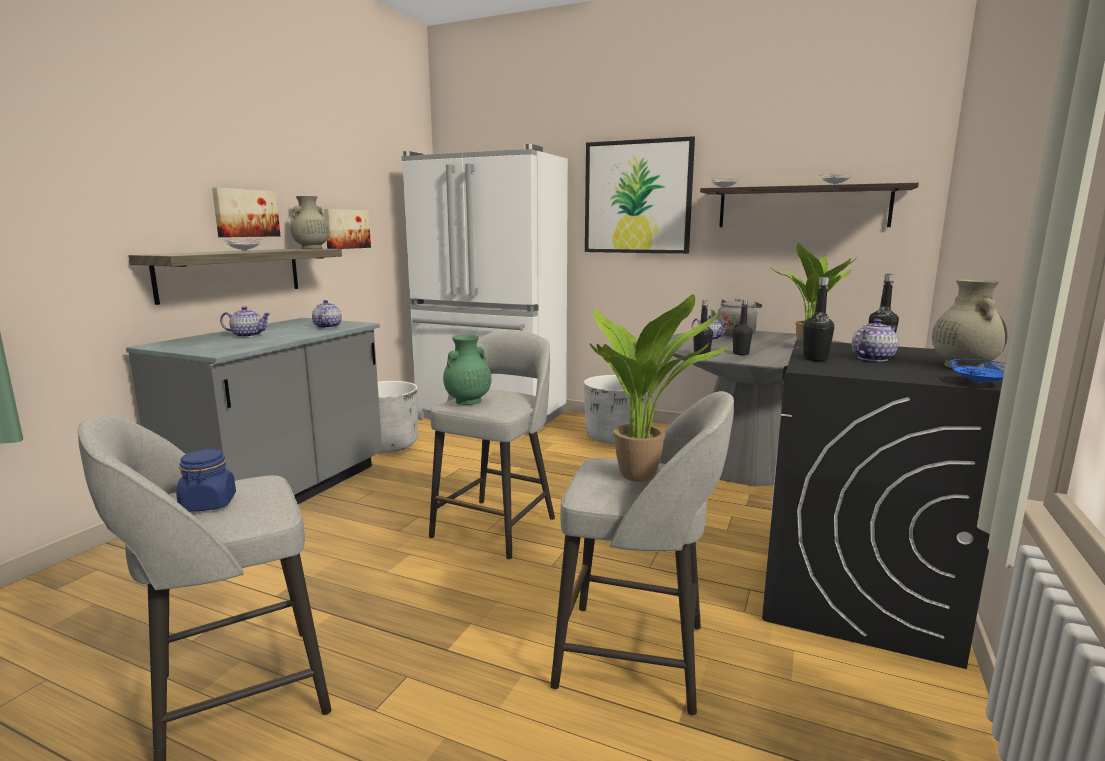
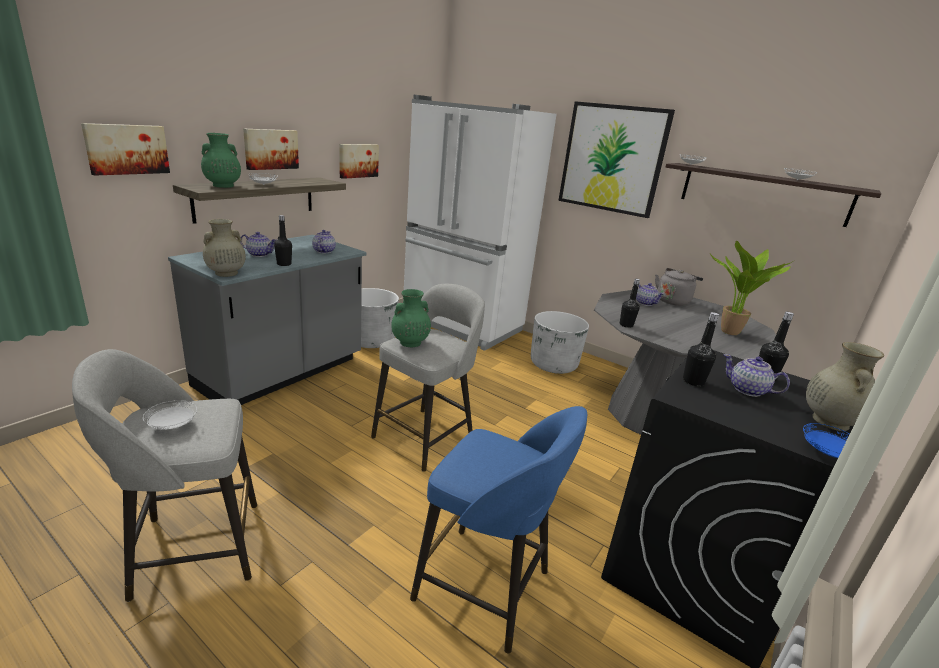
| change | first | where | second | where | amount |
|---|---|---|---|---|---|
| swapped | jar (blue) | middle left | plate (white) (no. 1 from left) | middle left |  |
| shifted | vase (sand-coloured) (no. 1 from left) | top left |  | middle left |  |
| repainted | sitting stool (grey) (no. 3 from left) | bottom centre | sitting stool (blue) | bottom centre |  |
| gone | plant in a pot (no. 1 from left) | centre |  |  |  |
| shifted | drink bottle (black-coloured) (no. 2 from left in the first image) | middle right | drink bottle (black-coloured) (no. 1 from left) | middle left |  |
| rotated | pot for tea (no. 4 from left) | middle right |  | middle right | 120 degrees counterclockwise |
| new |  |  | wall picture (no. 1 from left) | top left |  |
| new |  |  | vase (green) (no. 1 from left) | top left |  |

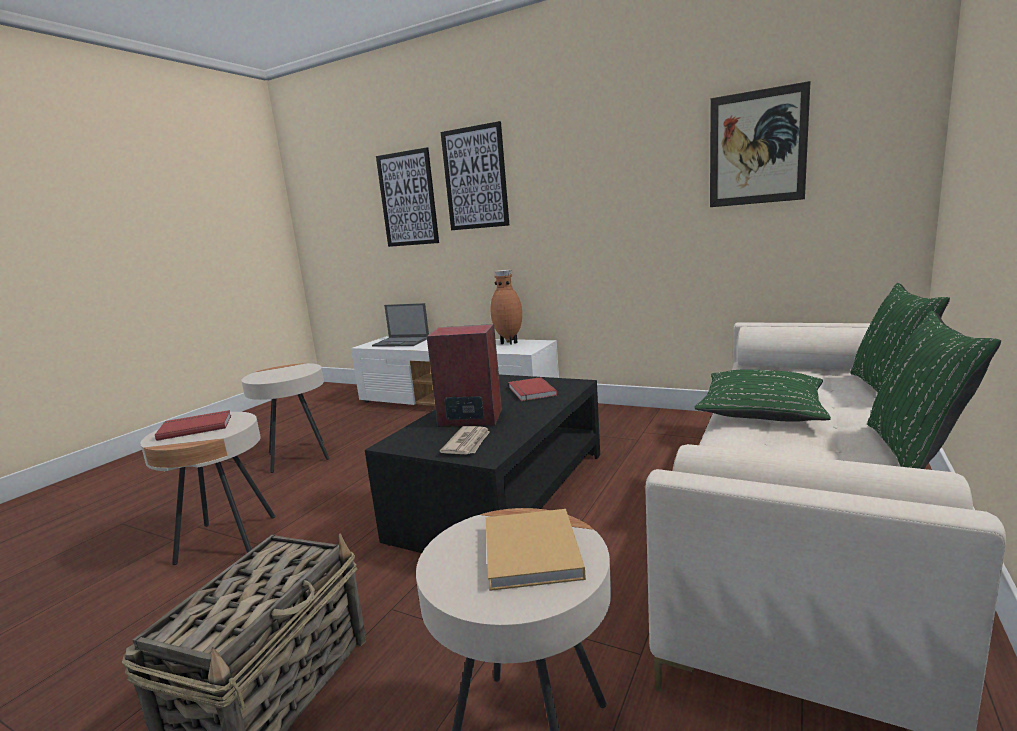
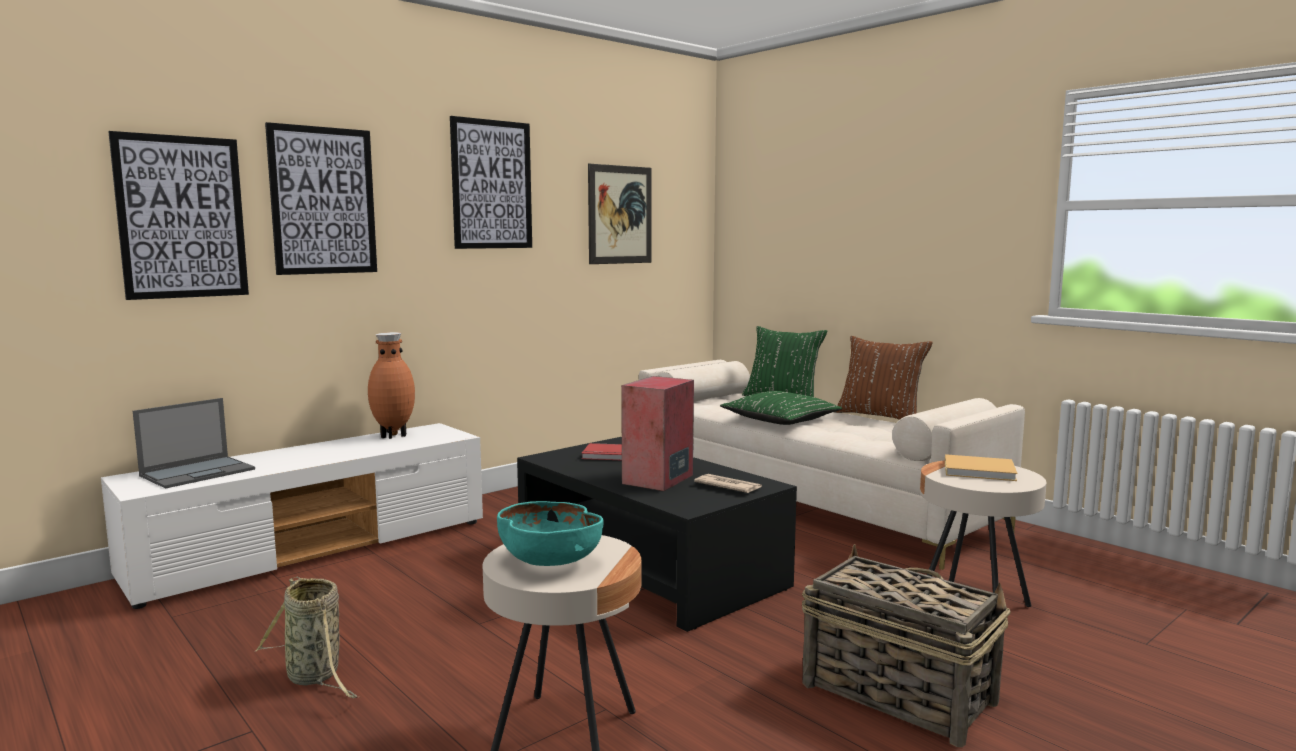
| change | first | where | second | where | amount |
|---|---|---|---|---|---|
| swapped | bound book (reddish) (no. 1 from left) | middle left | serving bowl (turquoise-coloured) | bottom centre |  |
| swapped | accent table (sand-coloured) (no. 2 from left) | middle left | household basket (no. 1 from left) | bottom left |  |
| repainted | pillow (green) (no. 3 from left) | middle right | pillow (brown-coloured) | middle right |  |
| new |  |  | wall picture (no. 3 from left) | top centre |  |

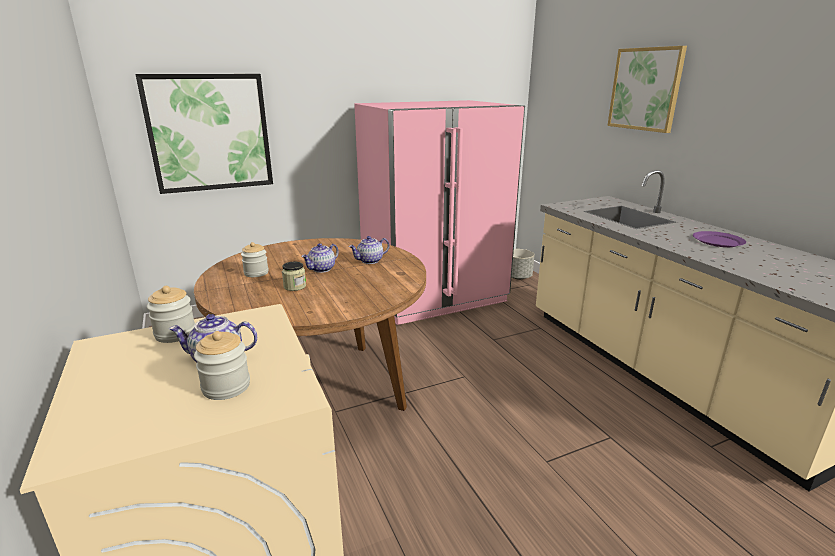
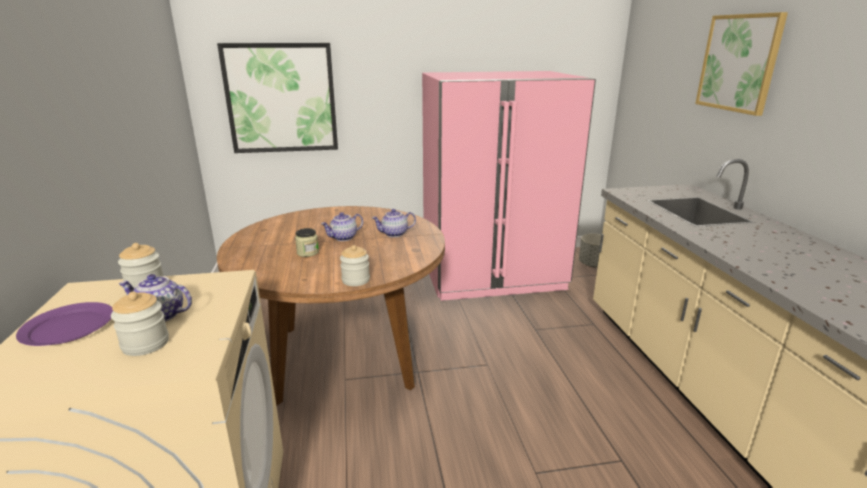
| change | first | where | second | where | amount |
|---|---|---|---|---|---|
| shifted | jar (no. 3 from left in the first image) | middle left | jar (no. 4 from left) | centre |  |
| shifted | plate (purplish) | middle right |  | middle left |  |

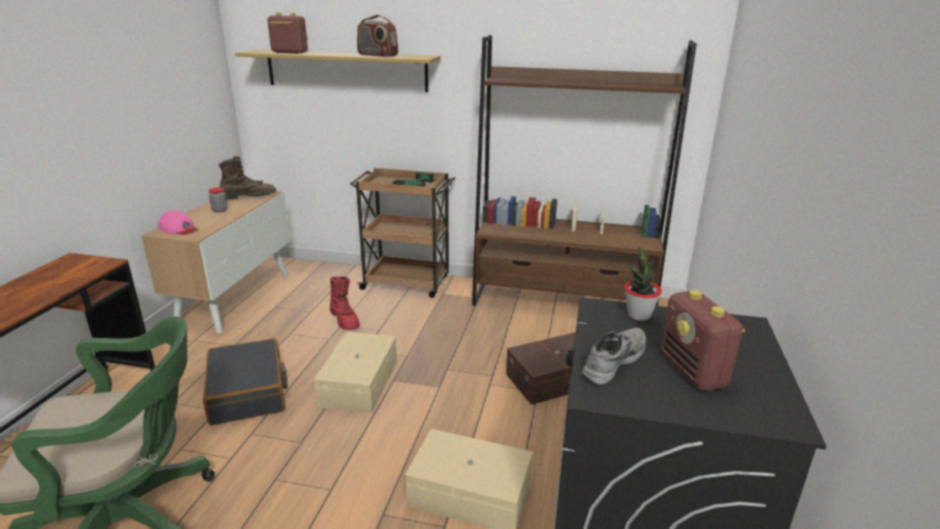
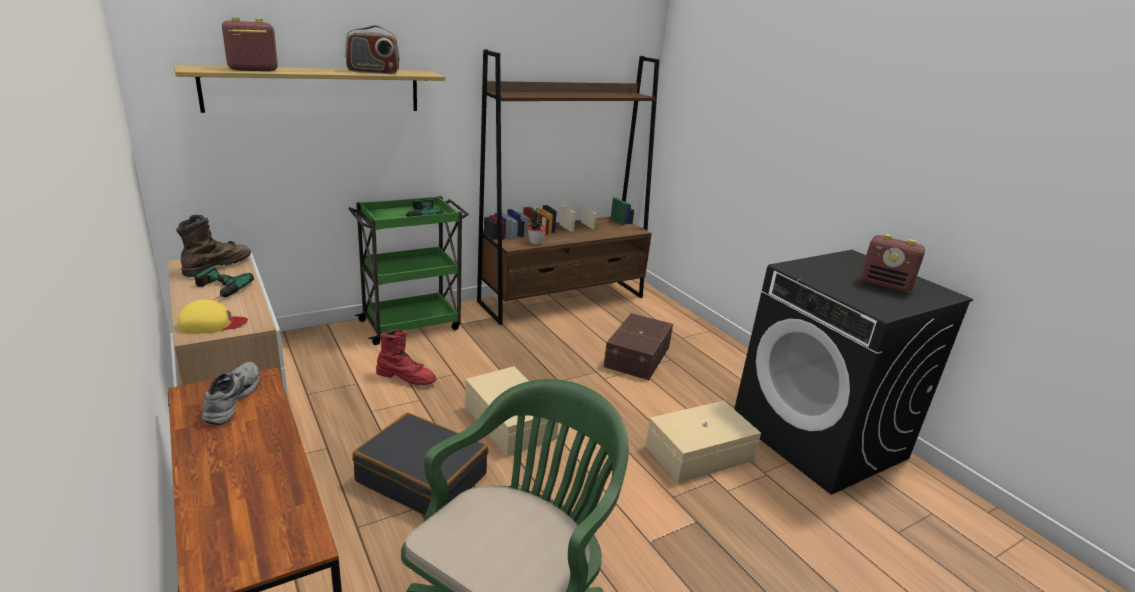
| change | first | where | second | where | amount |
|---|---|---|---|---|---|
| repainted | peaked cap (pink-coloured) | middle left | peaked cap (yellowish) | middle left |  |
| swapped | jar | middle left | drill (no. 1 from left) | middle left |  |
| repainted | cart (brown-coloured) | centre | cart (green) | centre |  |
| shifted | low shoe (grey) | bottom centre |  | middle left |  |
| shifted | plant in a pot | middle right |  | centre |  |

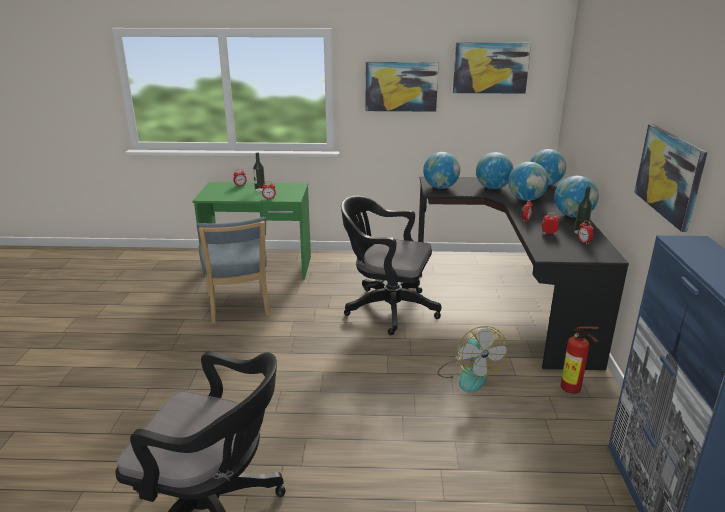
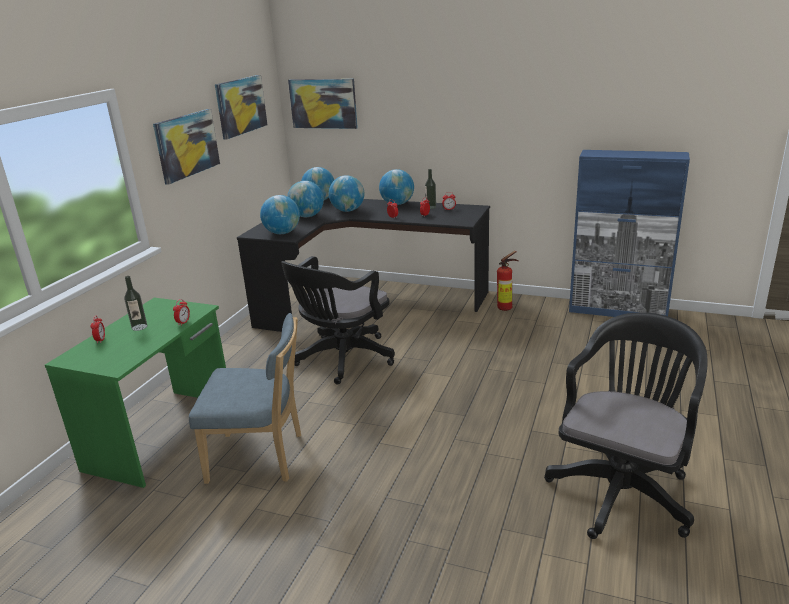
| change | first | where | second | where | amount |
|---|---|---|---|---|---|
| gone | fan | bottom centre |  |  |  |
| shifted | wall picture (no. 3 from left) | middle right |  | top centre |  |

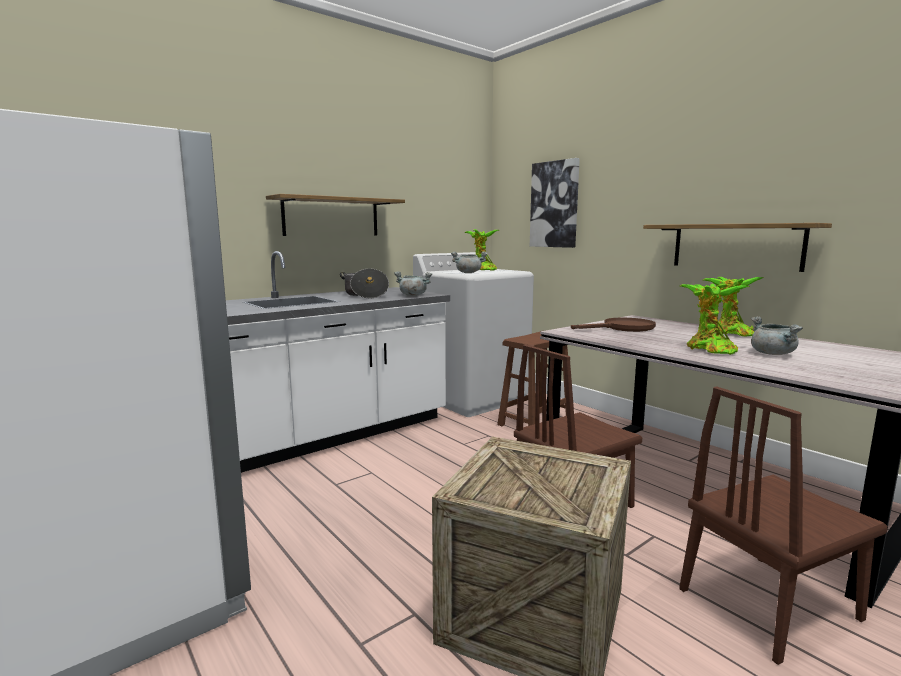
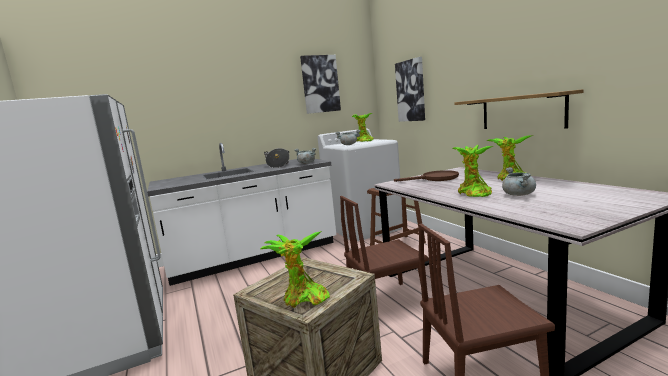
| change | first | where | second | where | amount |
|---|---|---|---|---|---|
| gone | shelf (no. 1 from left) | top centre |  |  |  |
| new |  |  | plant in a pot (no. 1 from left) | bottom centre |  |
| new |  |  | wall picture (no. 1 from left) | top centre |  |

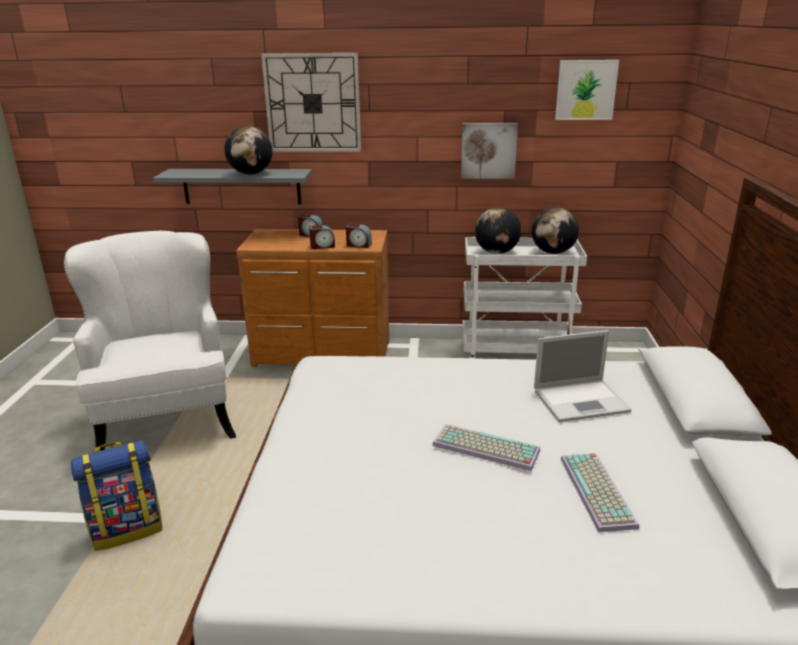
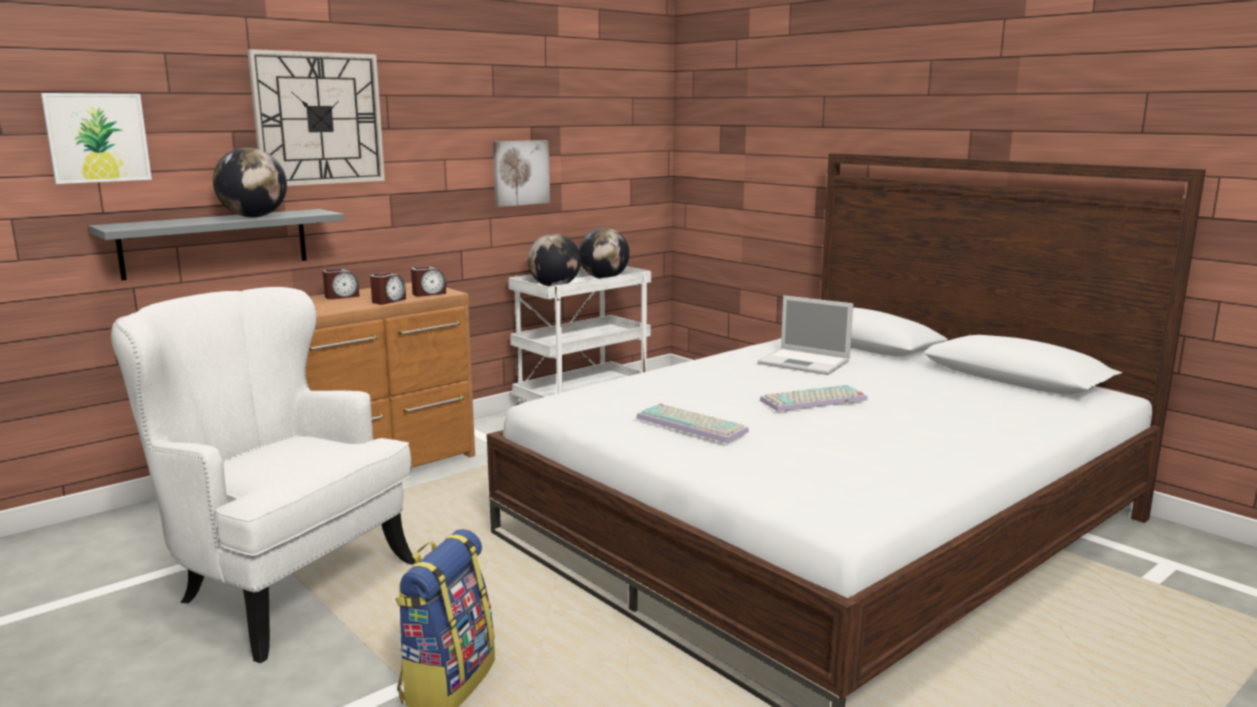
| change | first | where | second | where | amount |
|---|---|---|---|---|---|
| rotated | notebook computer | middle right |  | centre | 90 degrees clockwise |
| shifted | wall picture (no. 2 from left in the first image) | top right | wall picture (no. 1 from left) | top left |  |
| shifted | PC keyboard (no. 2 from left in the first image) | bottom right | PC keyboard (no. 1 from left) | centre |  |

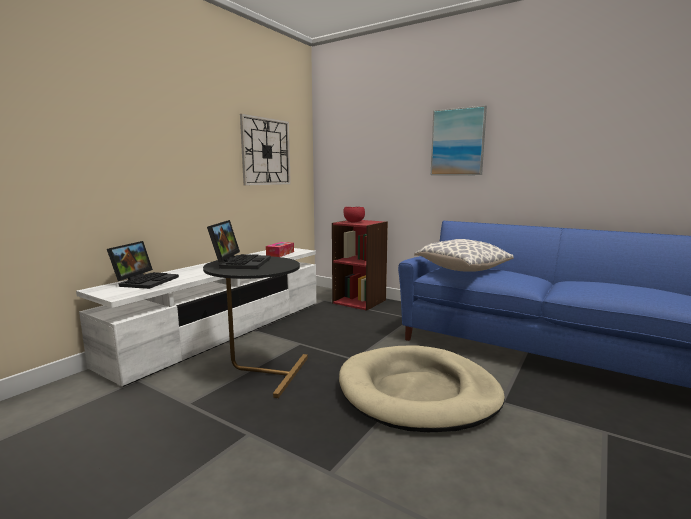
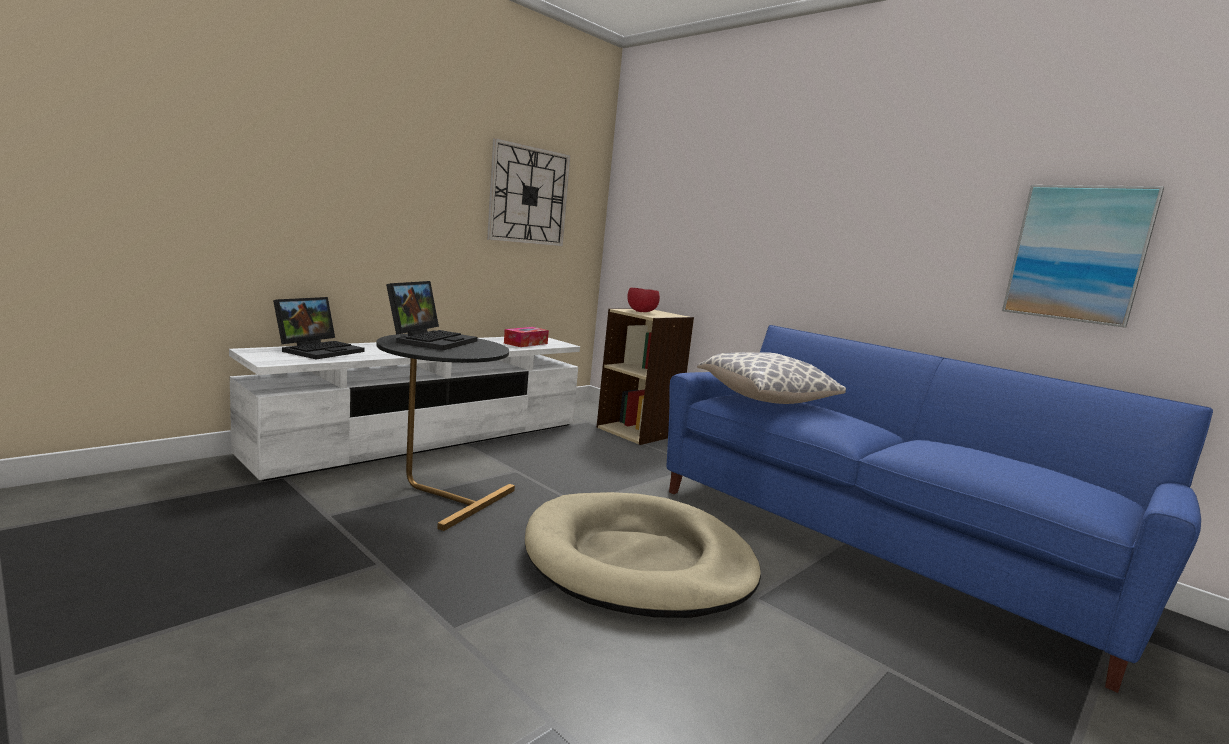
| change | first | where | second | where | amount |
|---|---|---|---|---|---|
| repainted | shelving unit (reddish) | centre | shelving unit (sand-coloured) | centre |  |
| shifted | wall picture | top centre |  | middle right |  |

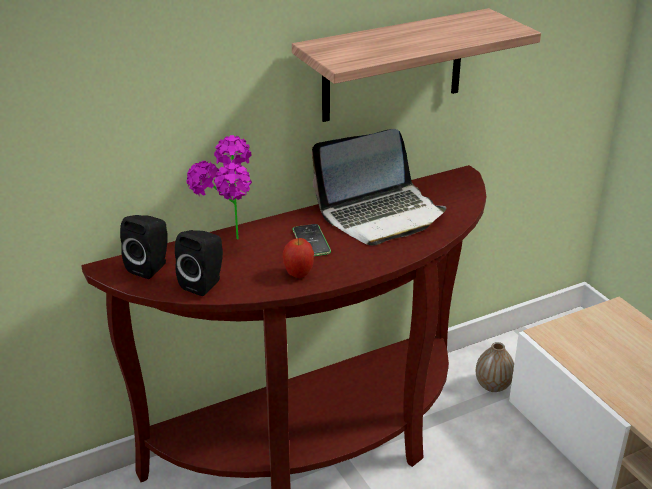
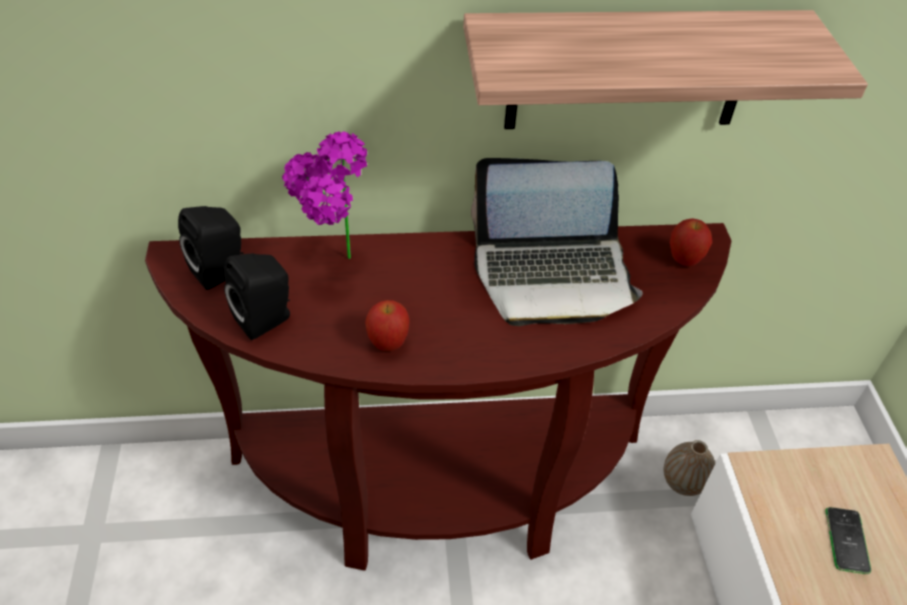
| change | first | where | second | where | amount |
|---|---|---|---|---|---|
| shifted | telephone | centre |  | bottom right |  |
| new |  |  | apple fruit (no. 2 from left) | middle right |  |

